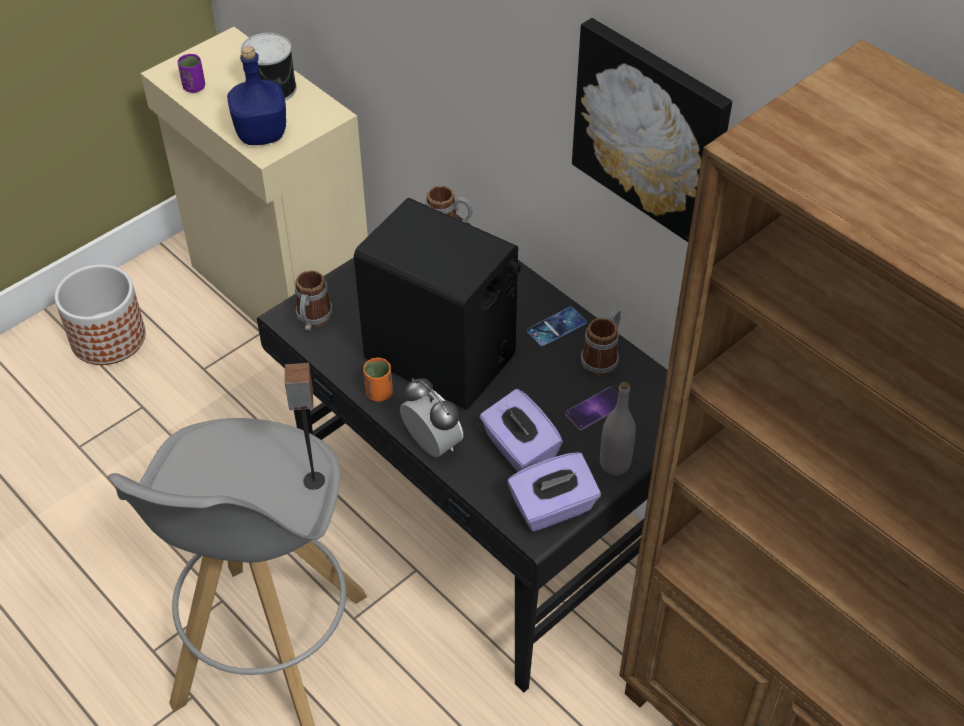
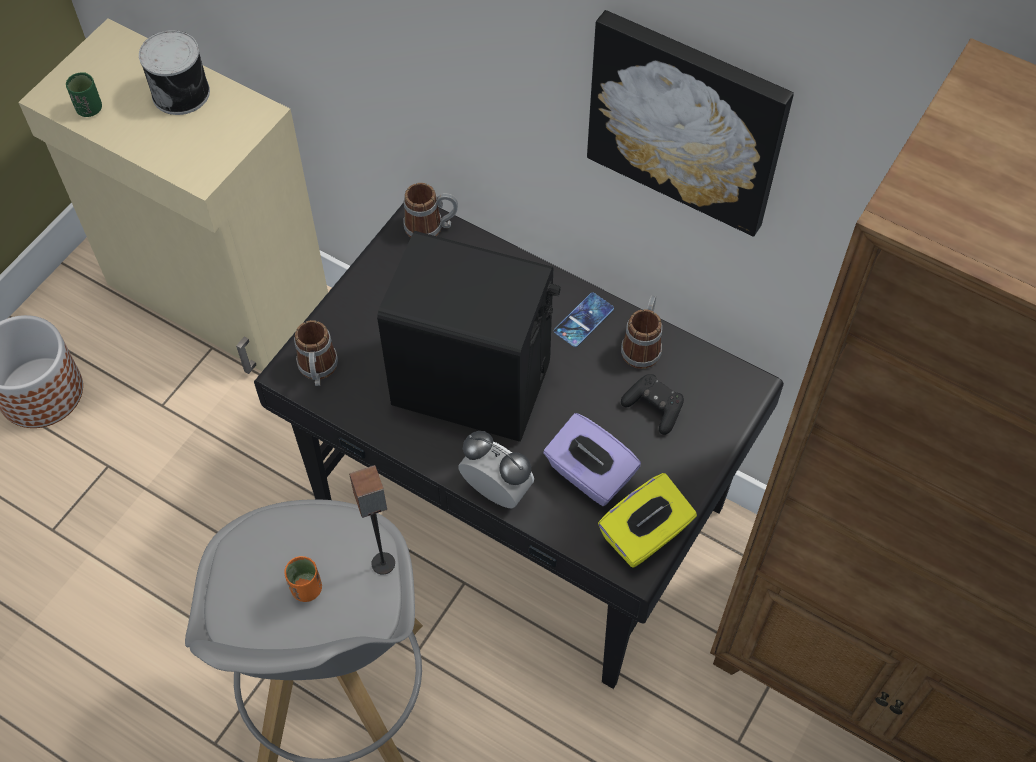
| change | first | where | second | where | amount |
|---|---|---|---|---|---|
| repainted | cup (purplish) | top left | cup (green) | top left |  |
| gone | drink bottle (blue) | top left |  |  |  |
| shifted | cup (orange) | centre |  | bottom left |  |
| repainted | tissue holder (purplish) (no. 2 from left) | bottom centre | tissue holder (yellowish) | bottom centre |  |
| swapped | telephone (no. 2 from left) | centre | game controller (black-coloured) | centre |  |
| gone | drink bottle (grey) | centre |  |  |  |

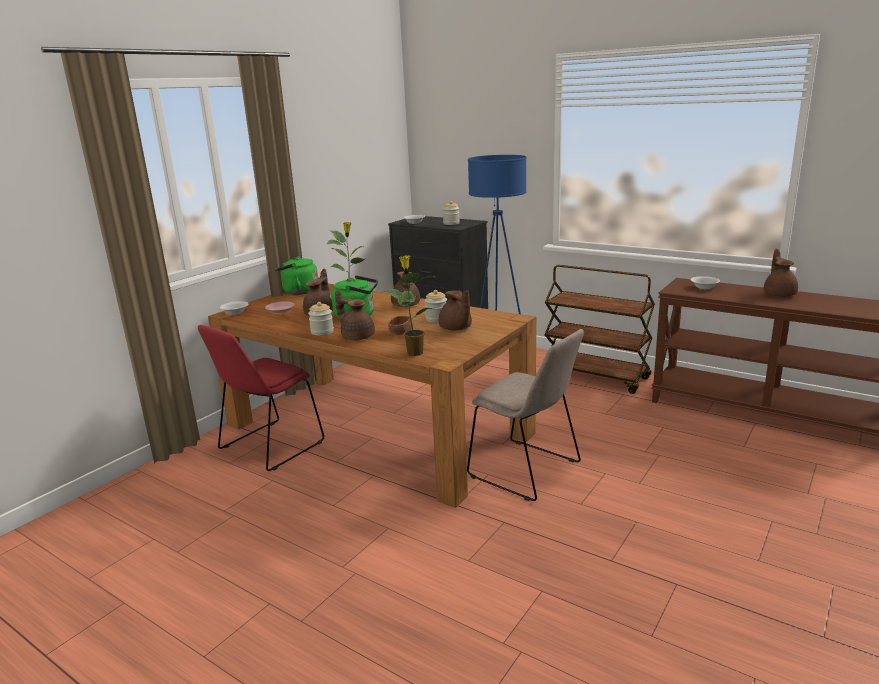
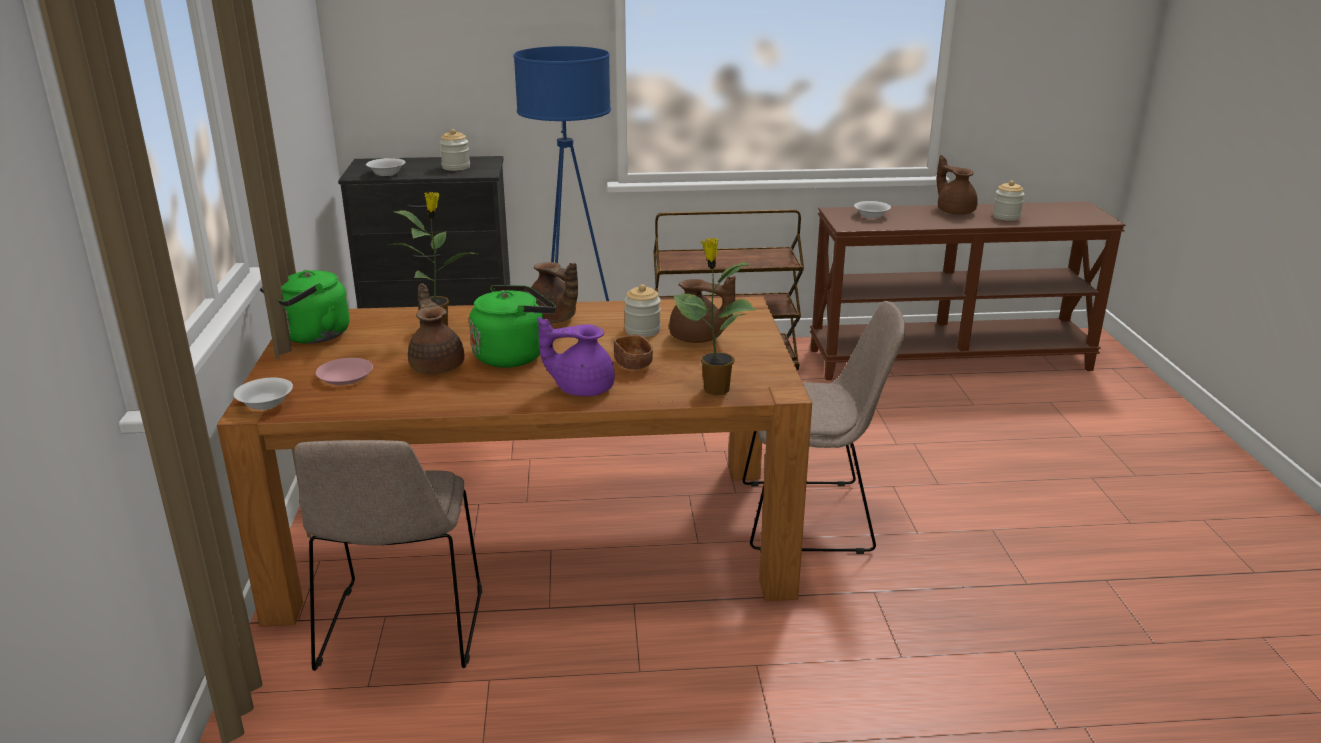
| change | first | where | second | where | amount |
|---|---|---|---|---|---|
| repainted | upright chair (reddish) | middle left | upright chair (sand-coloured) (no. 1 from left) | bottom left |  |
| shifted | jar (no. 1 from left in the first image) | centre | jar (no. 3 from left) | top right |  |
| repainted | pot for tea (brown-coloured) (no. 2 from left) | centre | pot for tea (purplish) | centre |  |

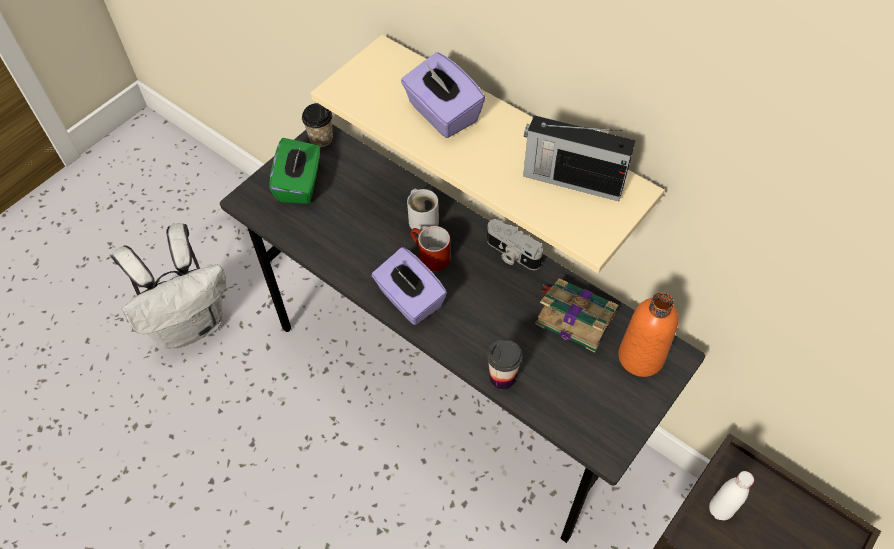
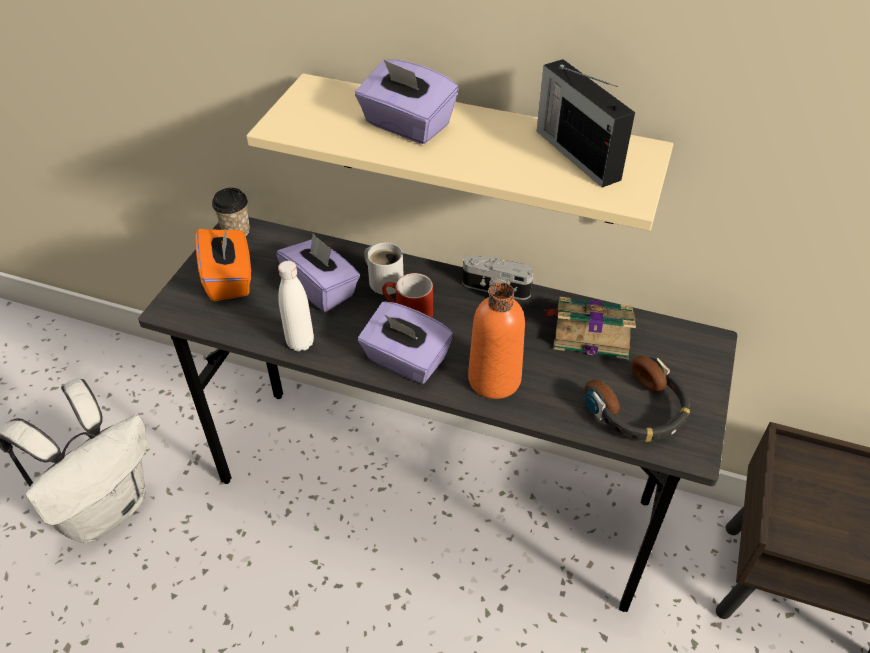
| change | first | where | second | where | amount |
|---|---|---|---|---|---|
| repainted | tissue holder (green) | top left | tissue holder (orange) | middle left |  |
| gone | cup (no. 2 from left) | centre |  |  |  |
| rotated | radio receiver | top centre |  | top right | 60 degrees clockwise |
| shifted | drink bottle (orange) | middle right |  | centre |  |
| shifted | drink bottle (white) | bottom right |  | centre |  |
| new |  |  | tissue holder (purplish) (no. 1 from left) | centre |  |
| new |  |  | pair of headphones | middle right |  |

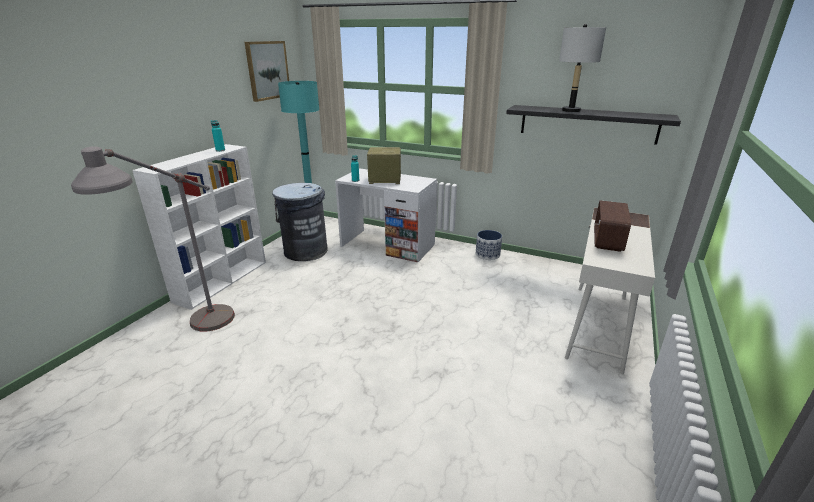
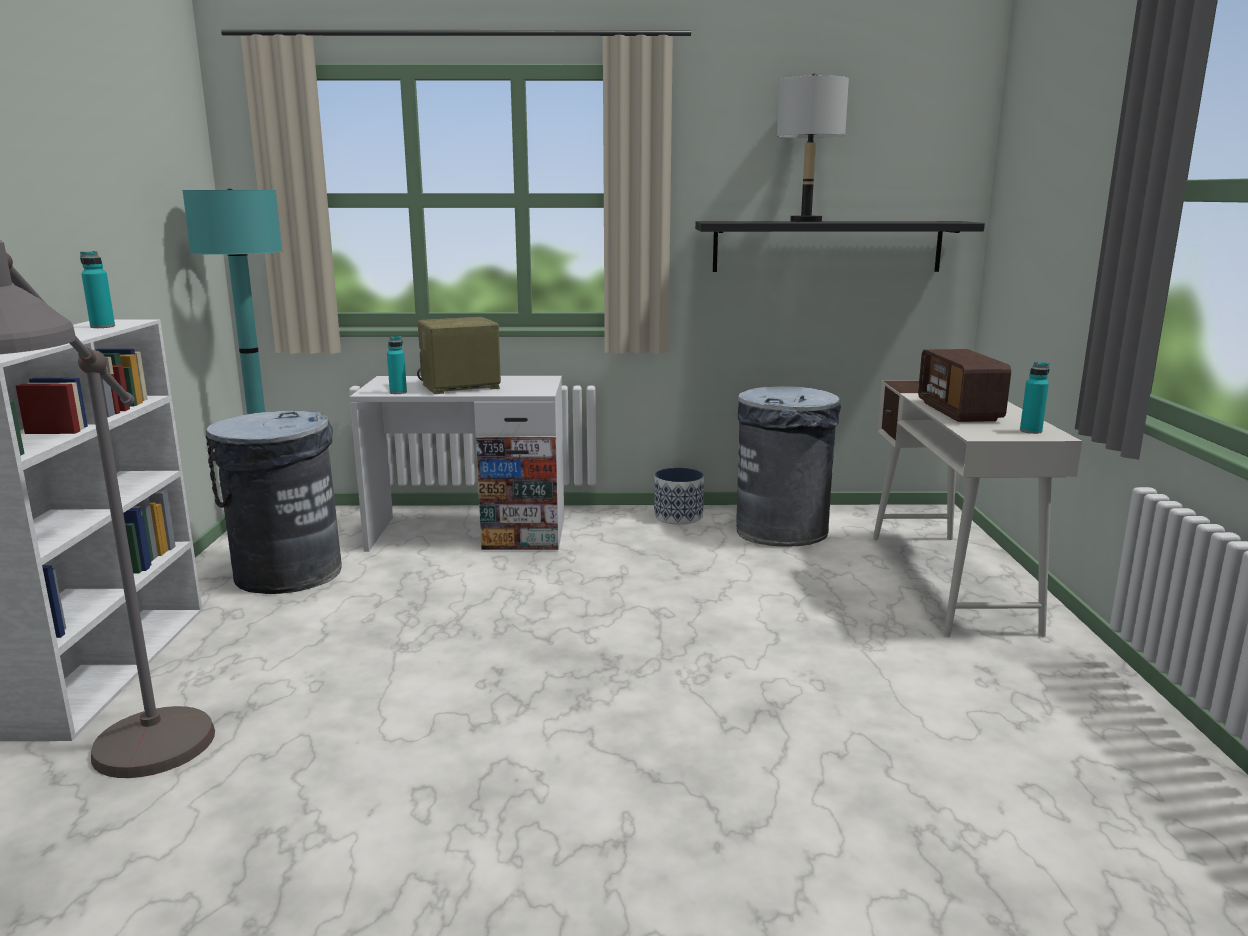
| change | first | where | second | where | amount |
|---|---|---|---|---|---|
| gone | wall picture | top left |  |  |  |
| new |  |  | waste bin (grey) (no. 2 from left) | centre |  |
| new |  |  | drink bottle (turquoise-coloured) (no. 3 from left) | middle right |  |

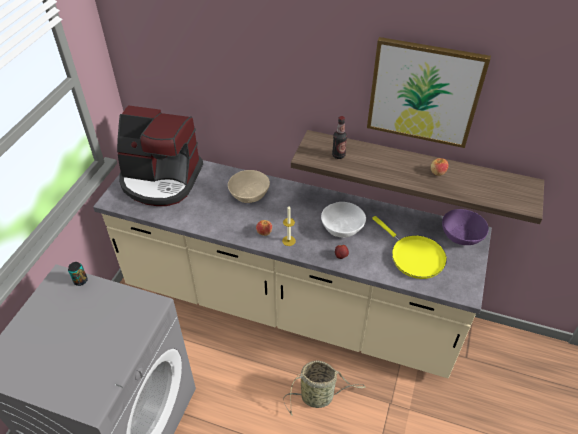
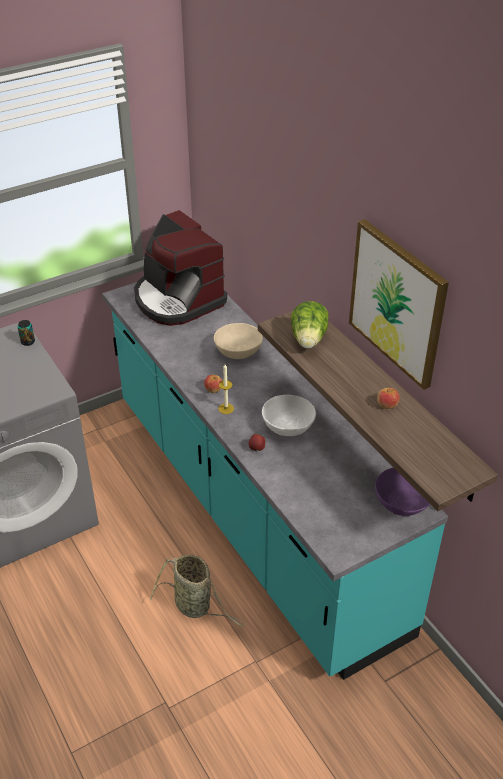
| change | first | where | second | where | amount |
|---|---|---|---|---|---|
| repainted | kitchen base unit (sand-coloured) | centre | kitchen base unit (turquoise-coloured) | centre |  |
| swapped | drink bottle | top centre | head of lettuce | centre |  |
| gone | frying pan (yellowish) | middle right |  |  |  |

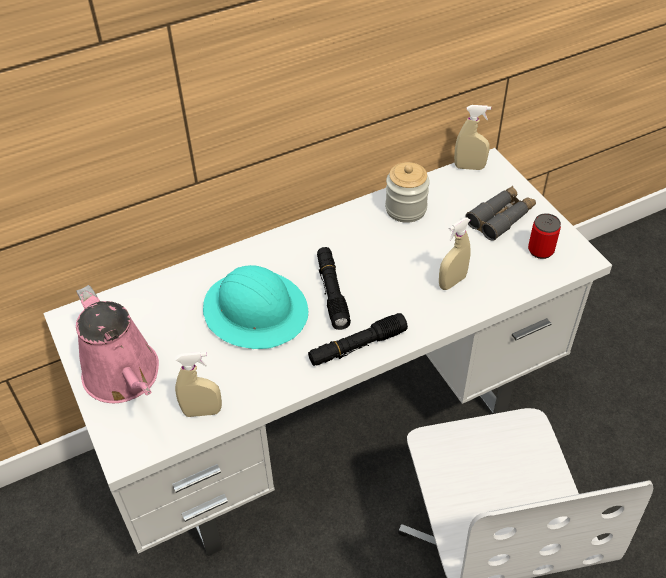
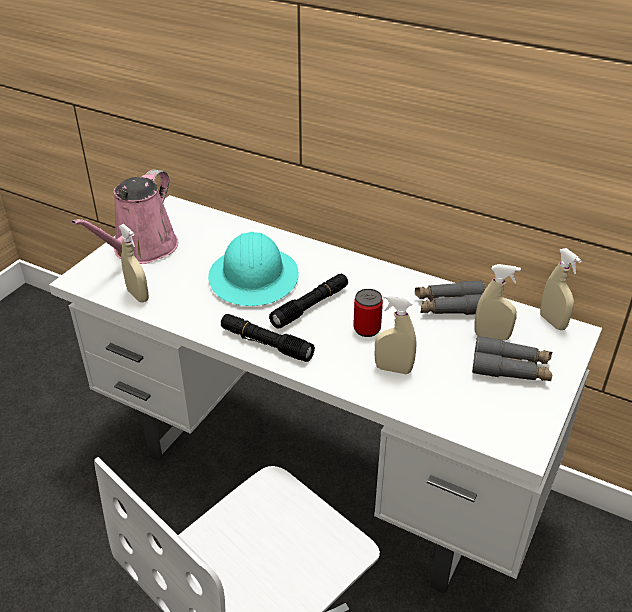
| change | first | where | second | where | amount |
|---|---|---|---|---|---|
| swapped | jar | top centre | binoculars (grey) (no. 1 from left) | middle right |  |
| shifted | sealed can | middle right |  | centre |  |
| new |  |  | sprayer (sand-coloured) (no. 3 from left) | middle right |  |

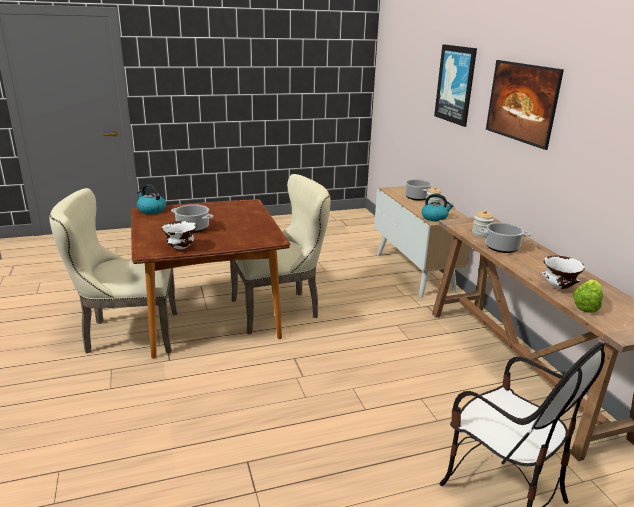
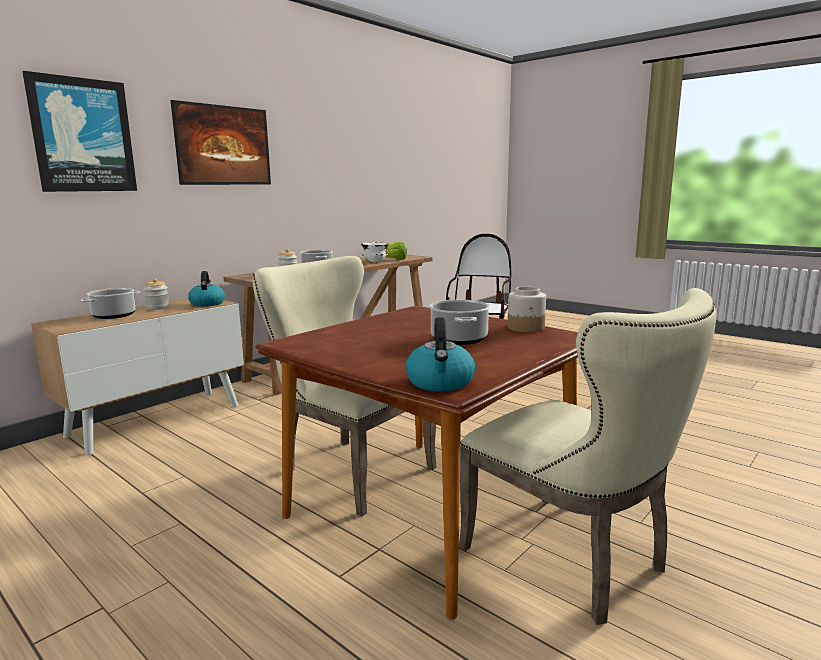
| change | first | where | second | where | amount |
|---|---|---|---|---|---|
| swapped | serving bowl (white) (no. 1 from left) | middle left | jar (no. 3 from left) | centre |  |

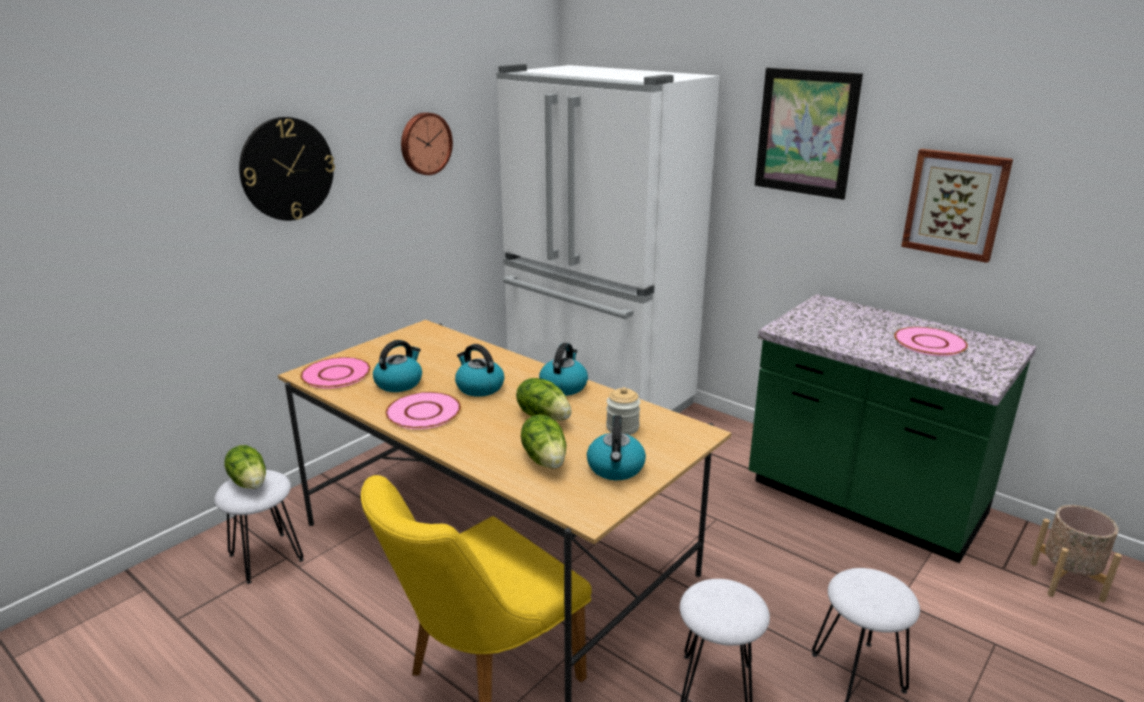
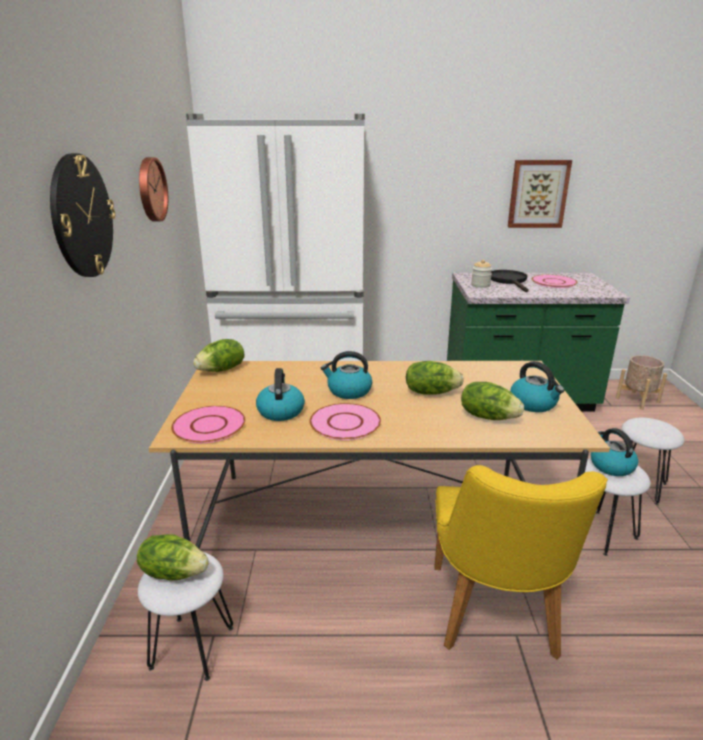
| change | first | where | second | where | amount |
|---|---|---|---|---|---|
| shifted | kettle (no. 3 from left in the first image) | centre | kettle (no. 4 from left) | middle right |  |
| shifted | jar | centre |  | middle right |  |
| gone | wall picture (no. 1 from left) | top right |  |  |  |
| new |  |  | head of lettuce (no. 2 from left) | middle left |  |
| new |  |  | frying pan (black-coloured) | middle right |  |

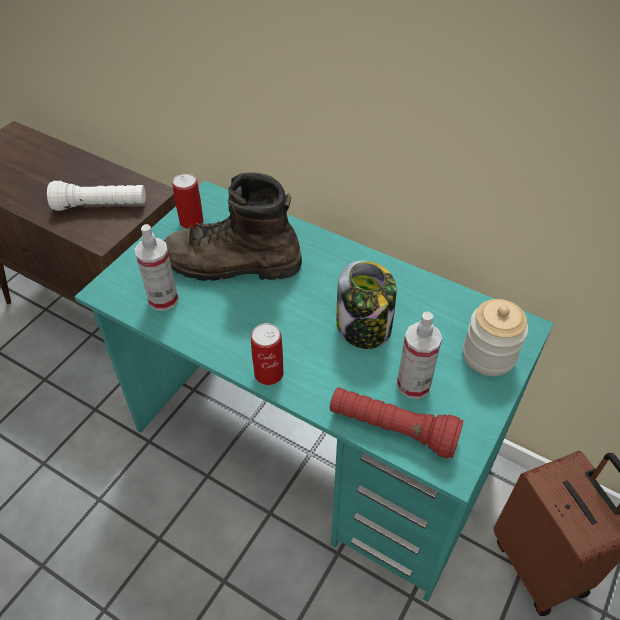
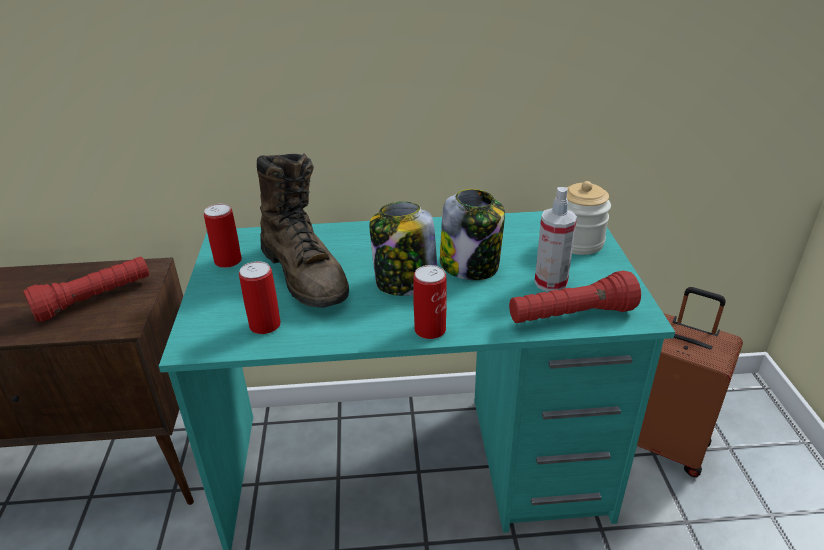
| change | first | where | second | where | amount |
|---|---|---|---|---|---|
| repainted | flashlight (white) | top left | flashlight (reddish) (no. 1 from left) | middle left |  |
| swapped | sprayer (no. 1 from left) | middle left | sealed can (no. 2 from left) | middle left |  |
| rotated | boot (brown-coloured) | centre |  | centre | 90 degrees counterclockwise |
| new |  |  | jar (no. 1 from left) | centre |  |

